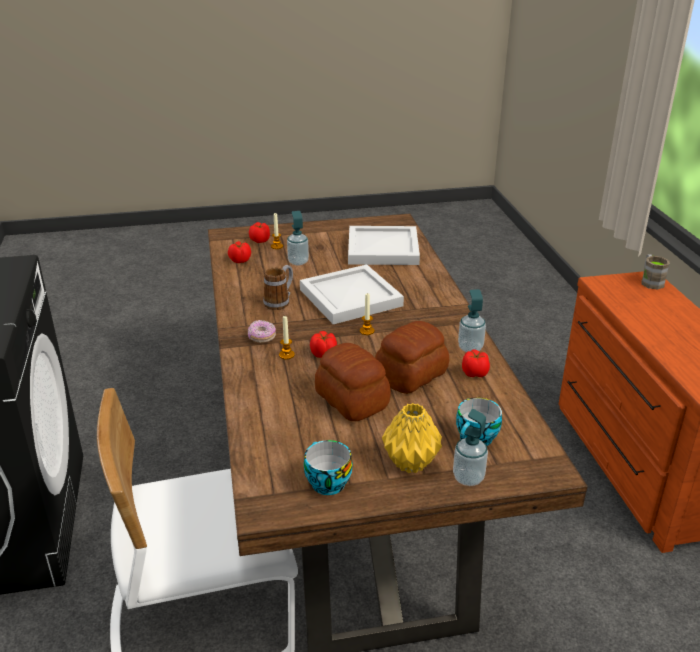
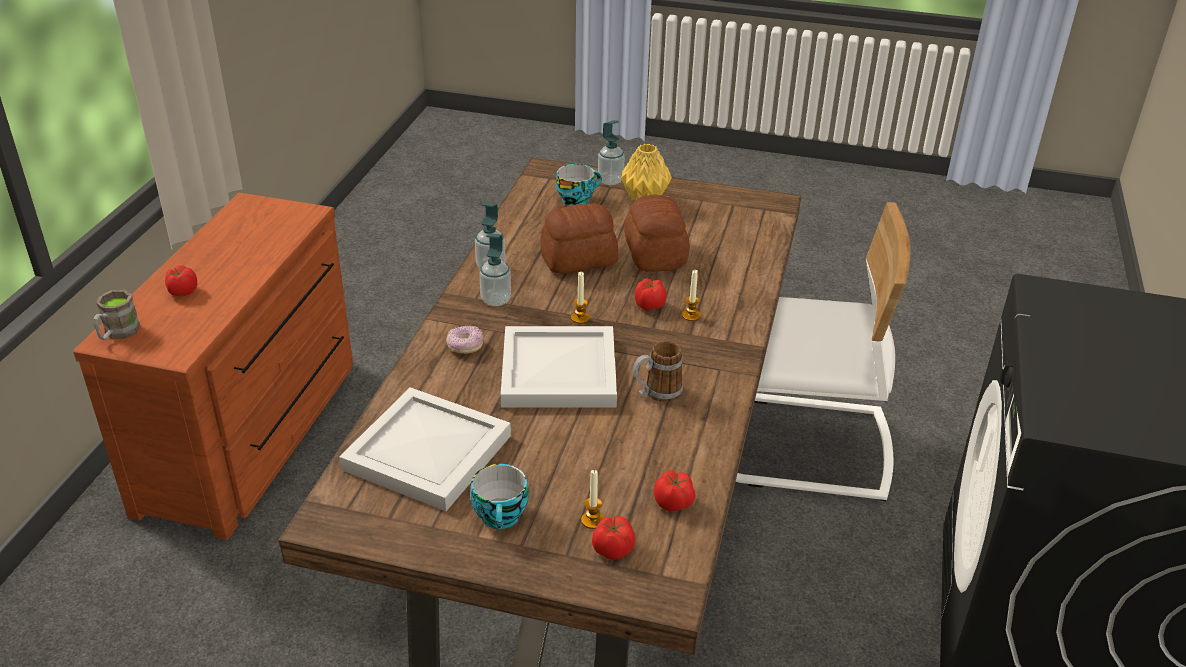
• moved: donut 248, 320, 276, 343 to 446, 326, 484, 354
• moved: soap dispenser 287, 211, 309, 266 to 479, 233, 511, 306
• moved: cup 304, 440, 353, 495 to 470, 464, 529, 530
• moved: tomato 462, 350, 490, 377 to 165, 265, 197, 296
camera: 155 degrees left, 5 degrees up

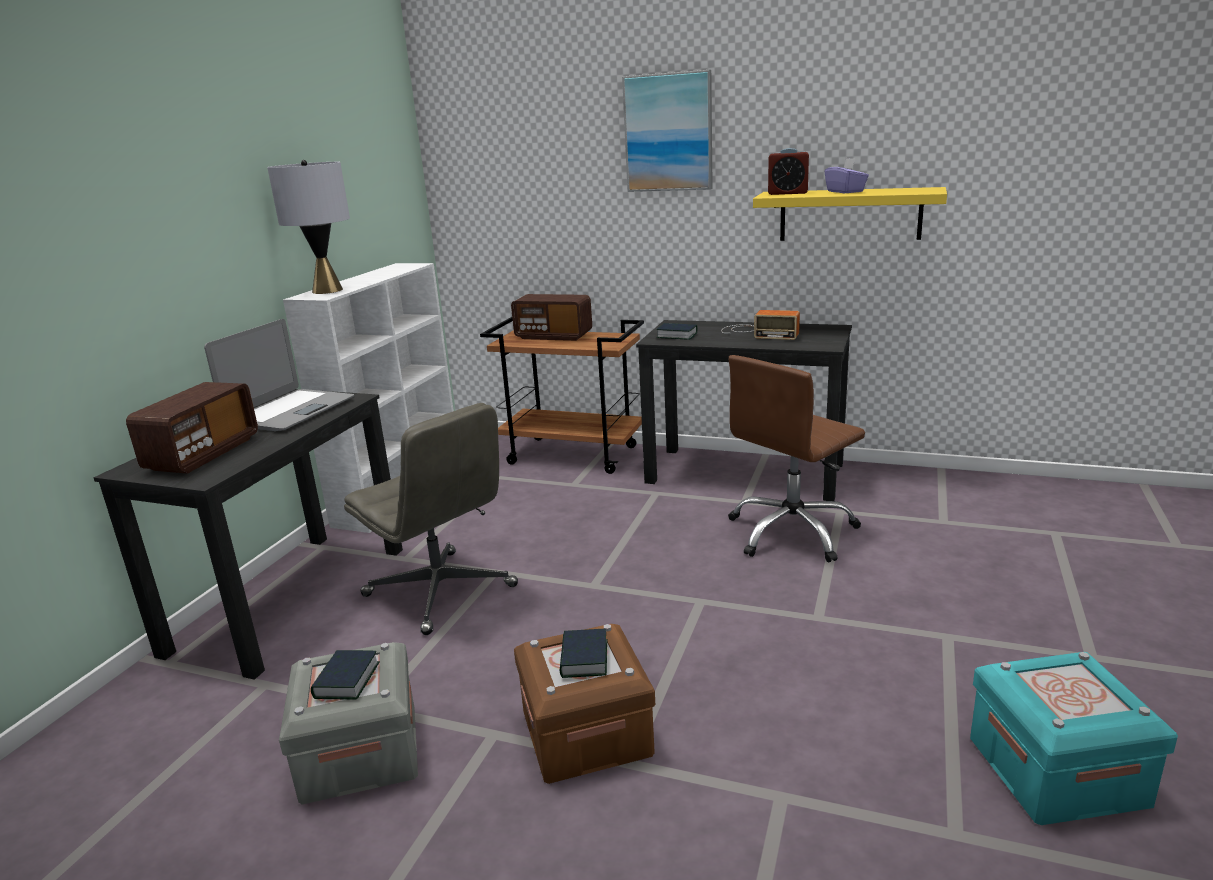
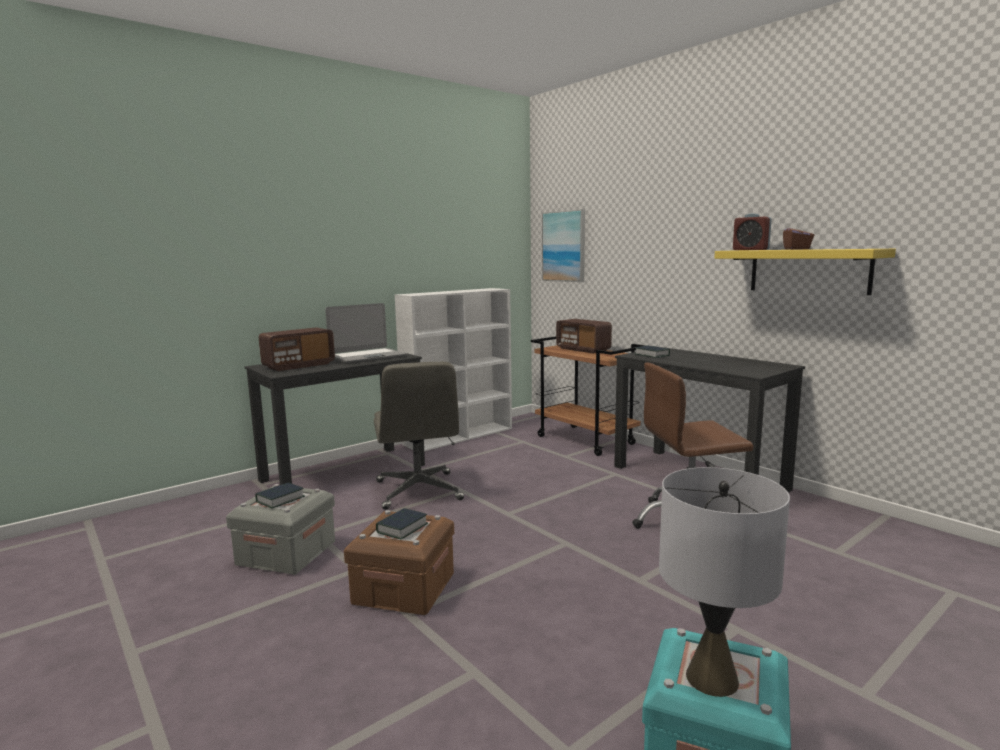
• moved: table lamp (grey) 267, 160, 350, 294 to 659, 467, 790, 697
• moved: picture 622, 70, 713, 192 to 542, 209, 585, 282
• removed: radio 721, 310, 800, 340
• recoloured: tissue box (purple) 824, 158, 869, 193 to tissue box (brown) 783, 221, 814, 250
camera: 30 degrees right, 10 degrees down

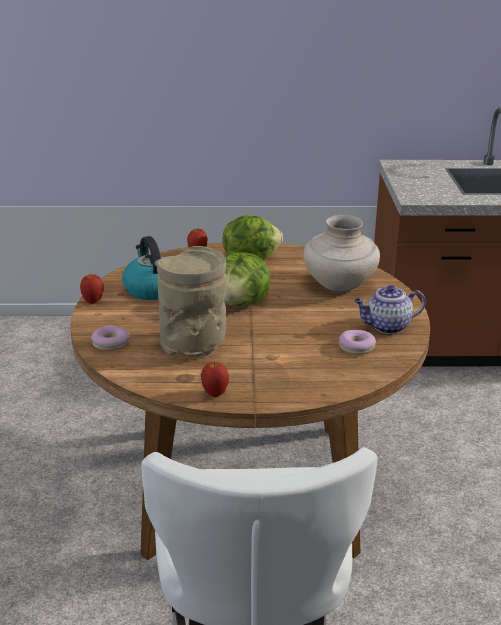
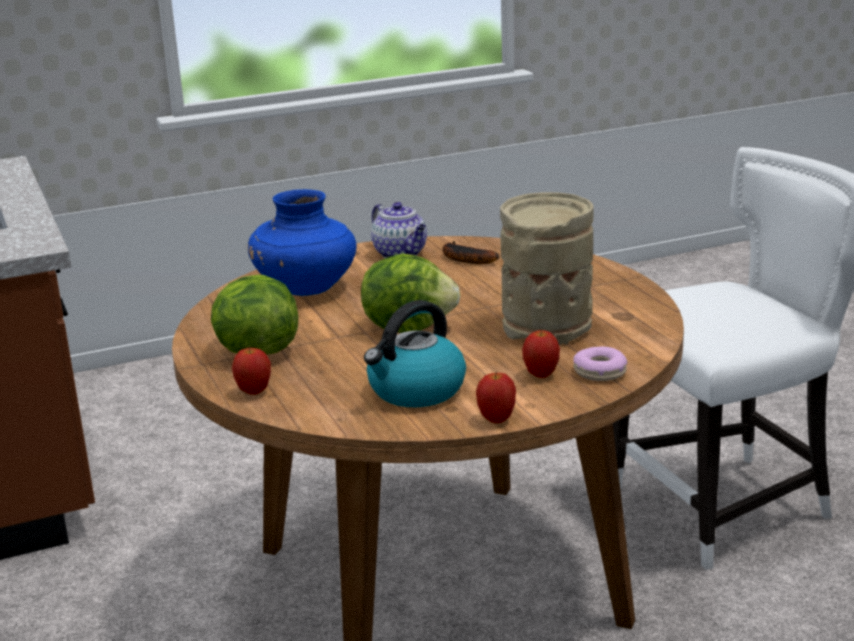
• moved: apple 201, 362, 229, 397 to 522, 329, 560, 378
• recoloured: vase (beige) 303, 215, 380, 291 to vase (blue) 248, 189, 357, 296
• replaced: donut 339, 330, 376, 355 to banana 443, 241, 499, 264
camera: 110 degrees left, 5 degrees down

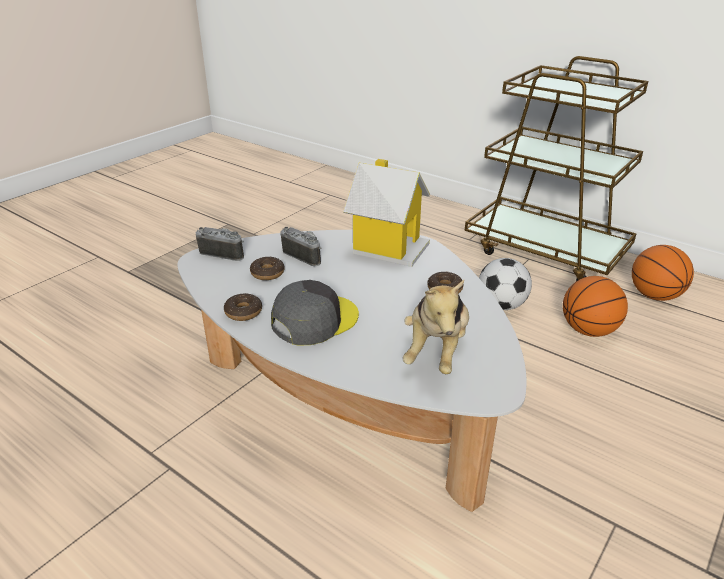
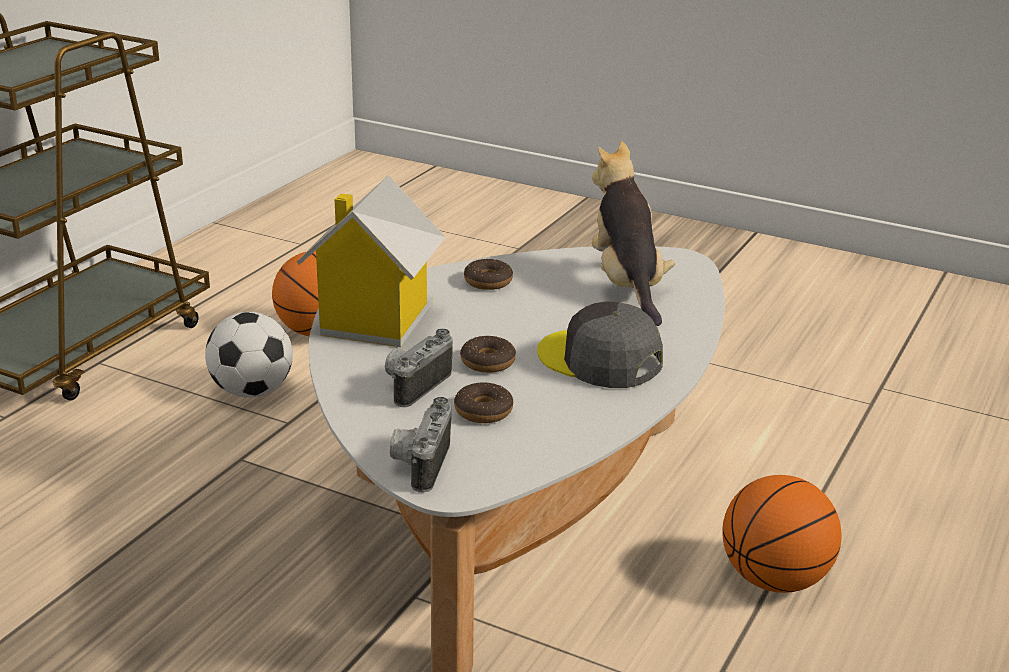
• moved: donut 224, 293, 262, 321 to 460, 336, 516, 373
• turned: plush toy 402, 280, 469, 374 = 592, 141, 675, 326 105 degrees counterclockwise
• moved: basketball 632, 245, 694, 301 to 722, 475, 841, 593
camera: 100 degrees left, 5 degrees down

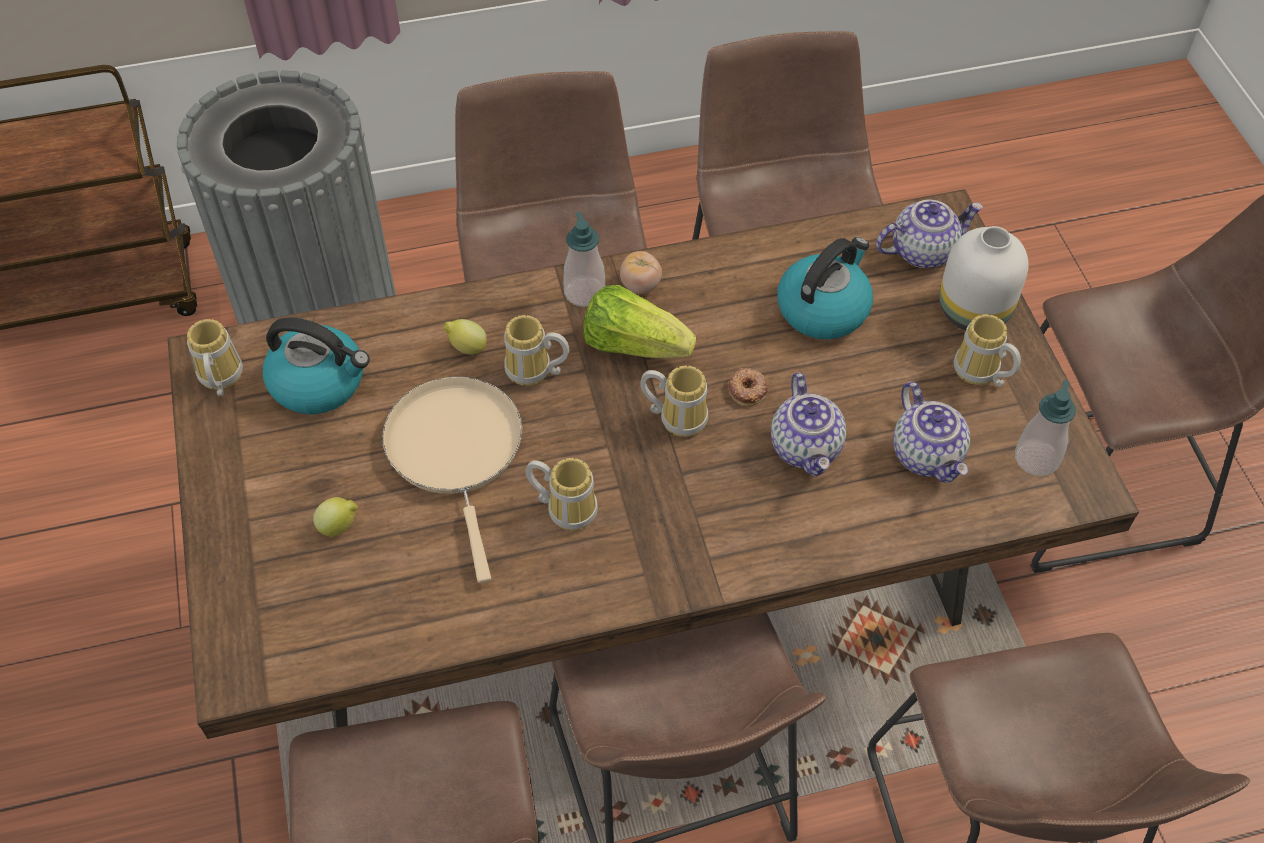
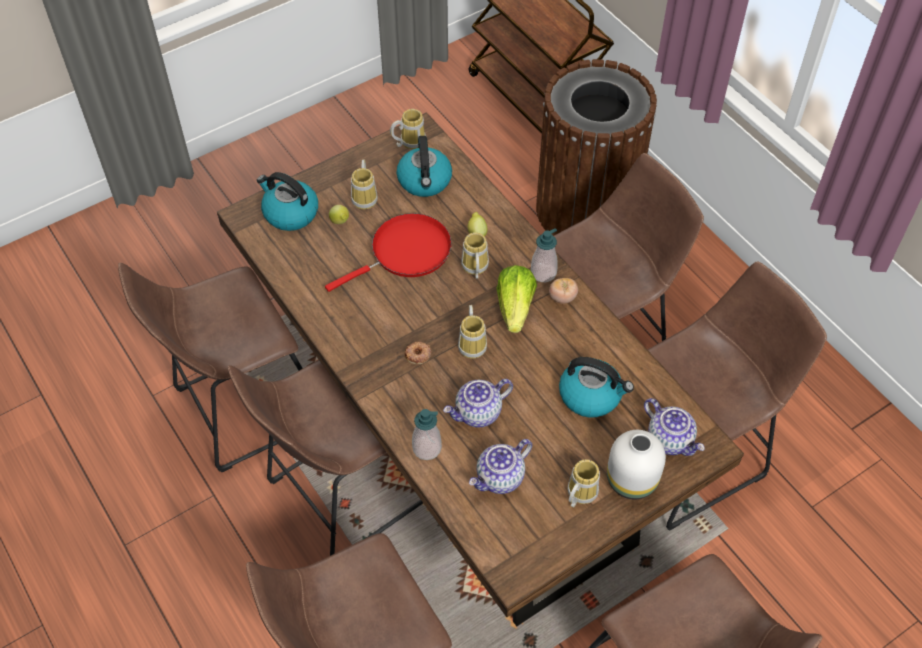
• recoloured: trash can (grey) 177, 70, 396, 324 to trash can (brown) 536, 59, 657, 236
• recoloured: frying pan (beige) 382, 376, 522, 583 to frying pan (red) 325, 213, 452, 292
• moved: mug 525, 458, 598, 531 to 351, 159, 378, 209
• moved: donut 729, 368, 769, 406 to 404, 342, 432, 364
• moved: soap dispenser 1015, 380, 1076, 476 to 412, 409, 442, 460
• added: kettle 257, 172, 318, 231
camera: 70 degrees right, 0 degrees up

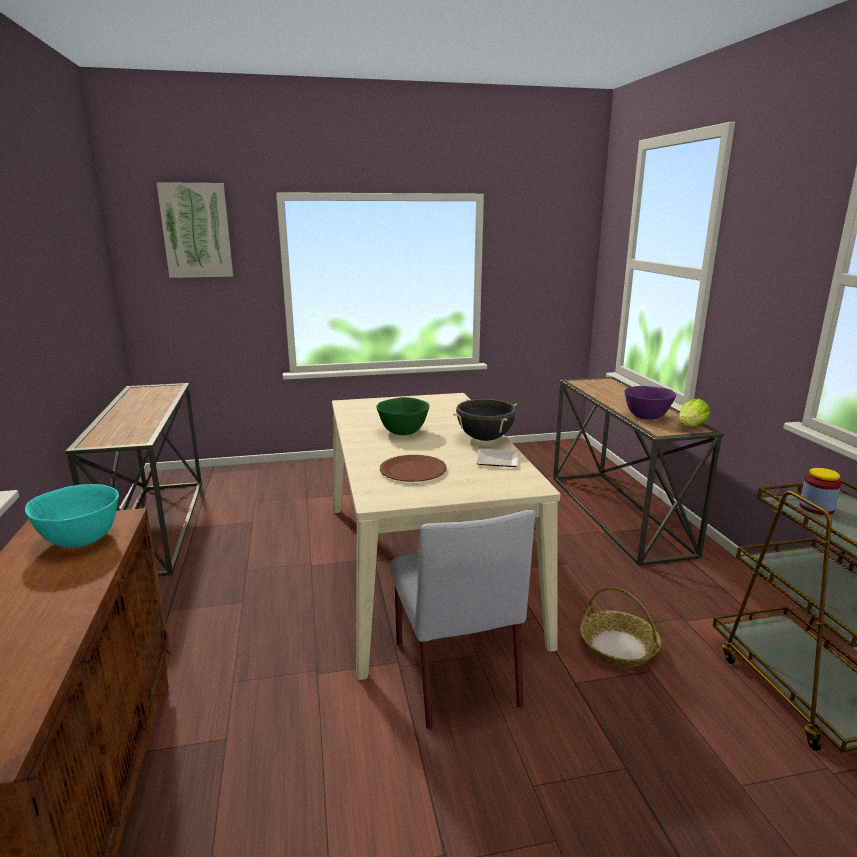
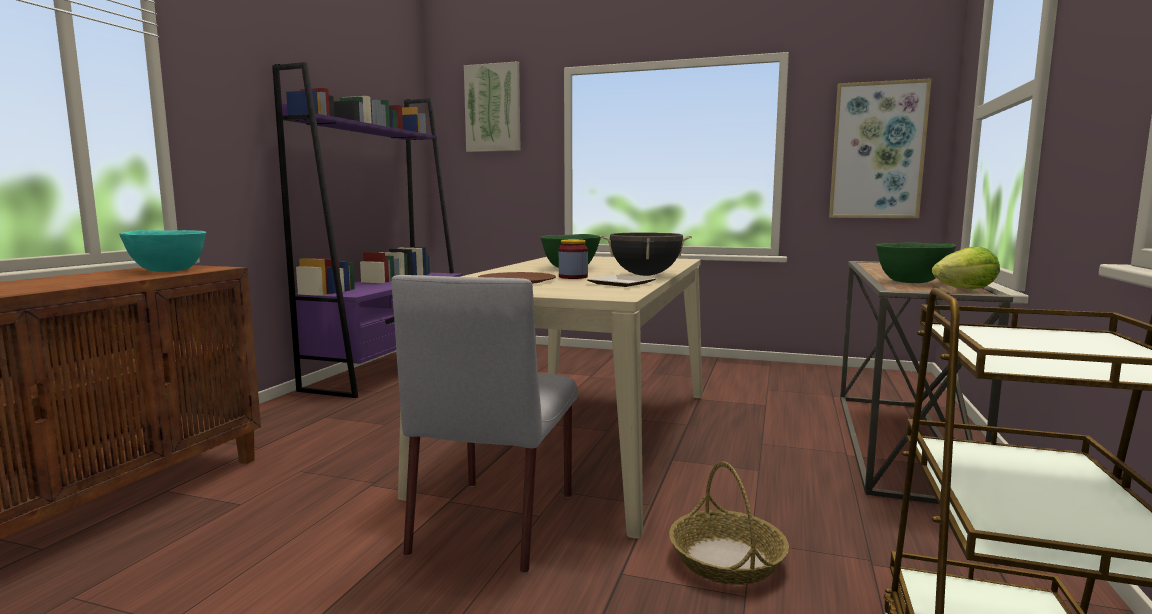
• replaced: console table 65, 383, 202, 577 to bookcase (purple) 272, 62, 463, 398
• recoloured: bowl (purple) 624, 386, 676, 420 to bowl (green) 876, 243, 956, 283
• moved: jar 799, 468, 841, 515 to 559, 239, 588, 279
• added: picture 829, 78, 932, 218
camera: 30 degrees right, 10 degrees down

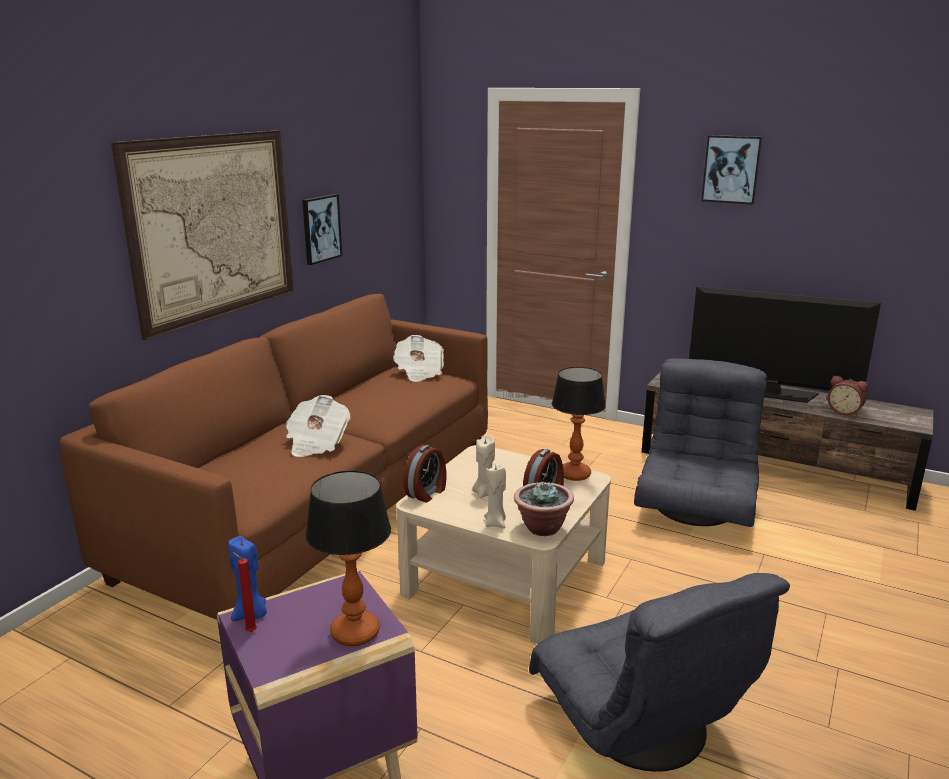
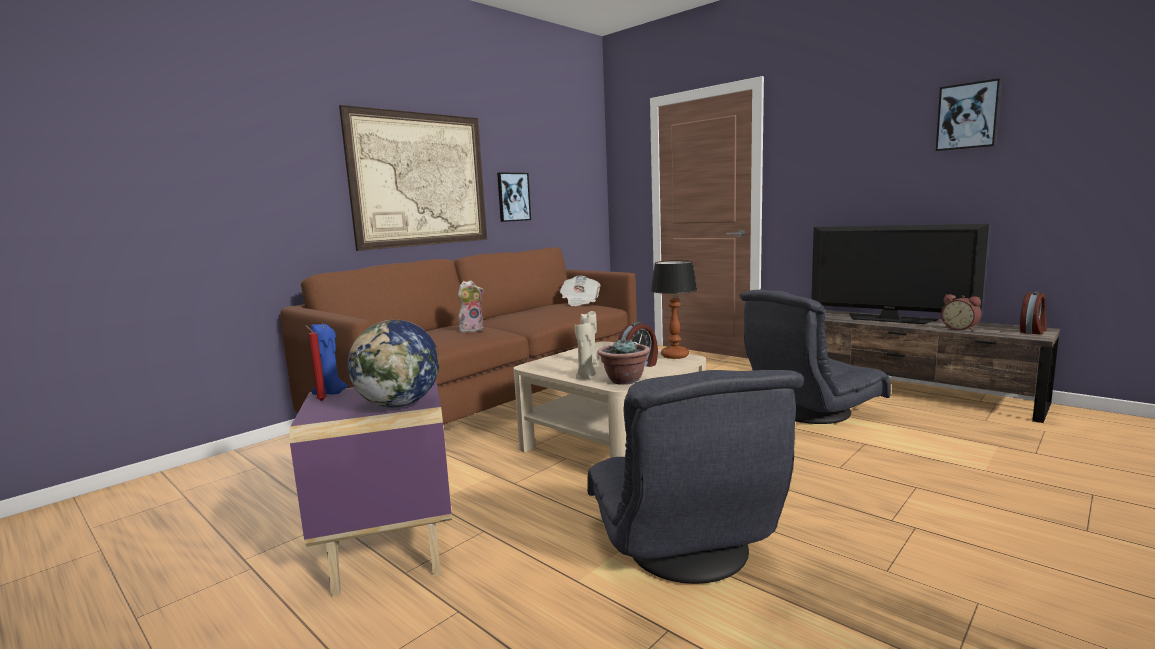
• replaced: newspaper 286, 395, 351, 457 to plush toy 458, 280, 484, 332
• replaced: table lamp 306, 471, 391, 646 to globe 348, 320, 439, 408
• moved: alarm clock 403, 445, 447, 502 to 1020, 291, 1047, 335
• turned: armchair (grey) 634, 358, 768, 527 = 739, 290, 891, 424 150 degrees counterclockwise
• moved: picture 701, 135, 762, 205 to 936, 78, 1000, 151
camera: 15 degrees right, 10 degrees down

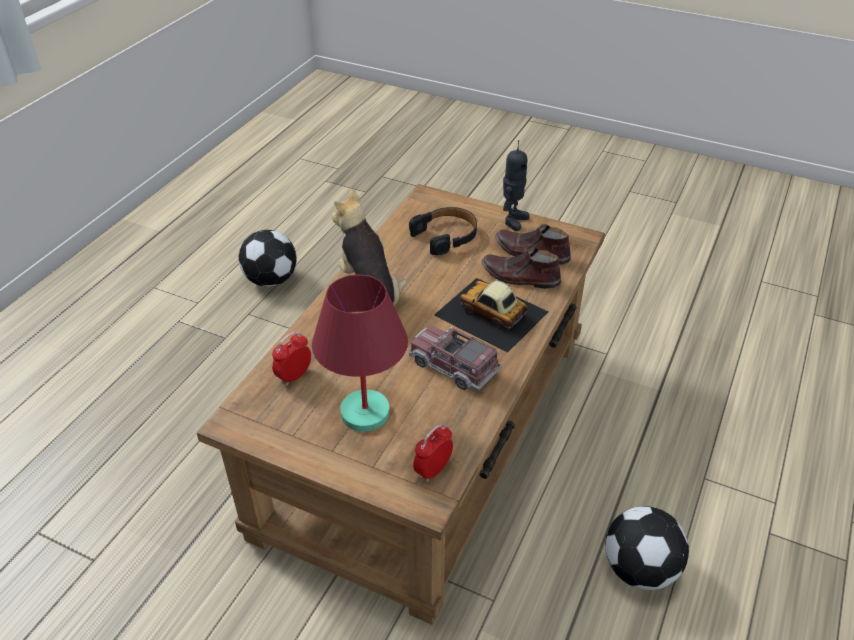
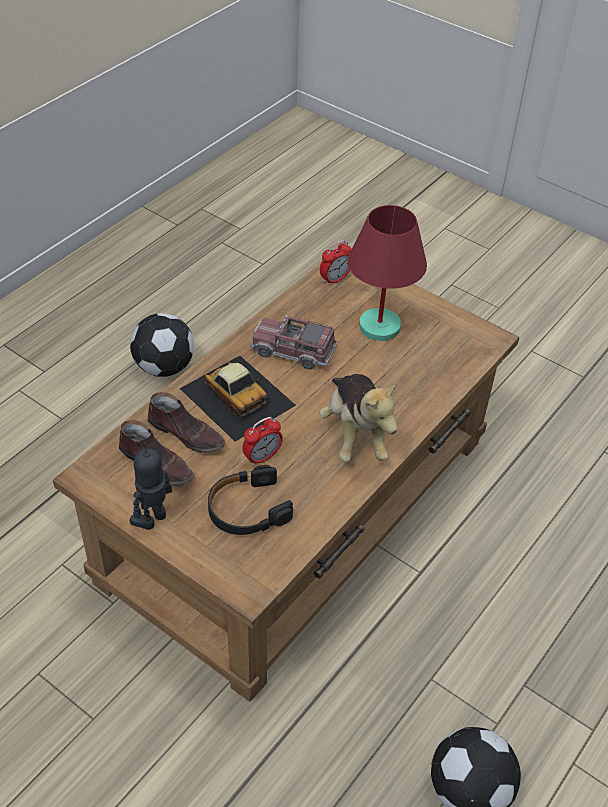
• moved: alarm clock 272, 332, 311, 386 to 242, 417, 283, 466
• turned: toy truck 409, 325, 502, 390 = 250, 315, 338, 370 150 degrees clockwise
camera: 170 degrees left, 5 degrees up

